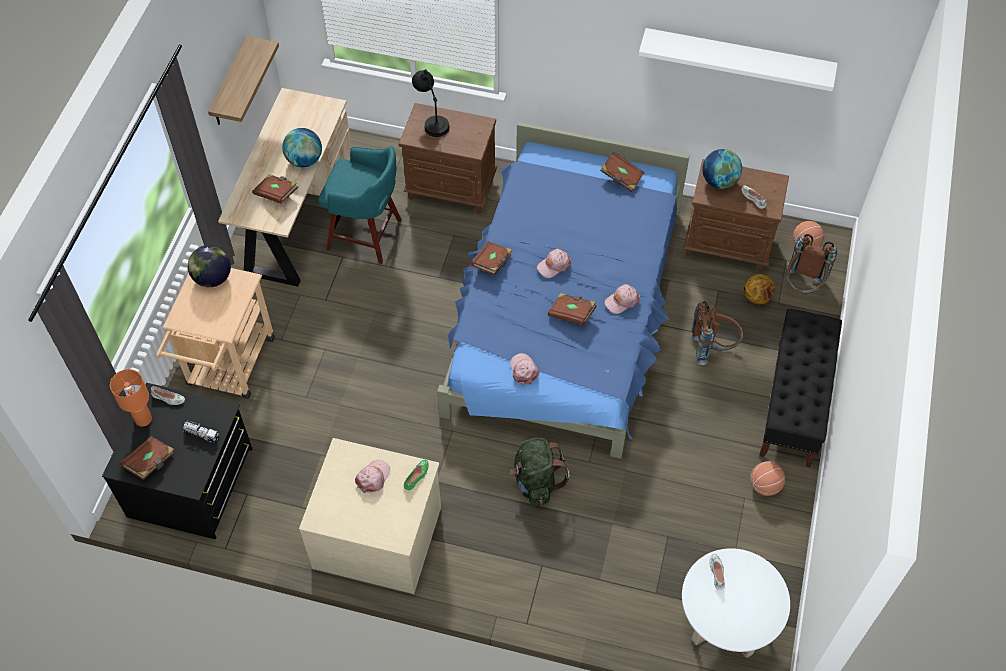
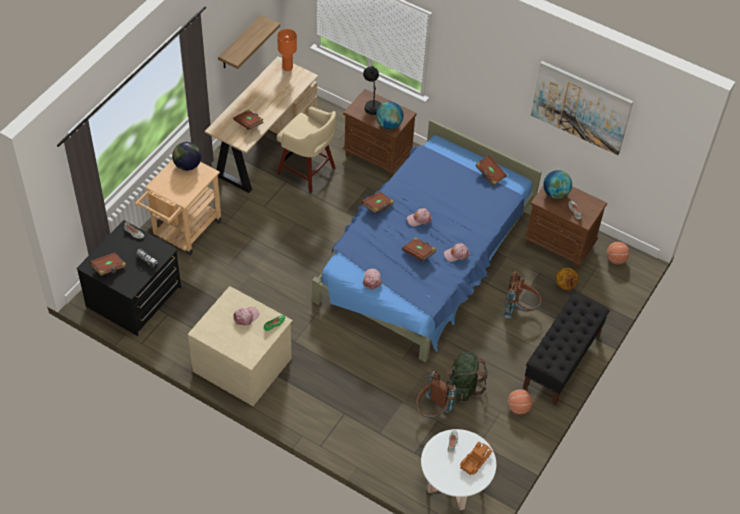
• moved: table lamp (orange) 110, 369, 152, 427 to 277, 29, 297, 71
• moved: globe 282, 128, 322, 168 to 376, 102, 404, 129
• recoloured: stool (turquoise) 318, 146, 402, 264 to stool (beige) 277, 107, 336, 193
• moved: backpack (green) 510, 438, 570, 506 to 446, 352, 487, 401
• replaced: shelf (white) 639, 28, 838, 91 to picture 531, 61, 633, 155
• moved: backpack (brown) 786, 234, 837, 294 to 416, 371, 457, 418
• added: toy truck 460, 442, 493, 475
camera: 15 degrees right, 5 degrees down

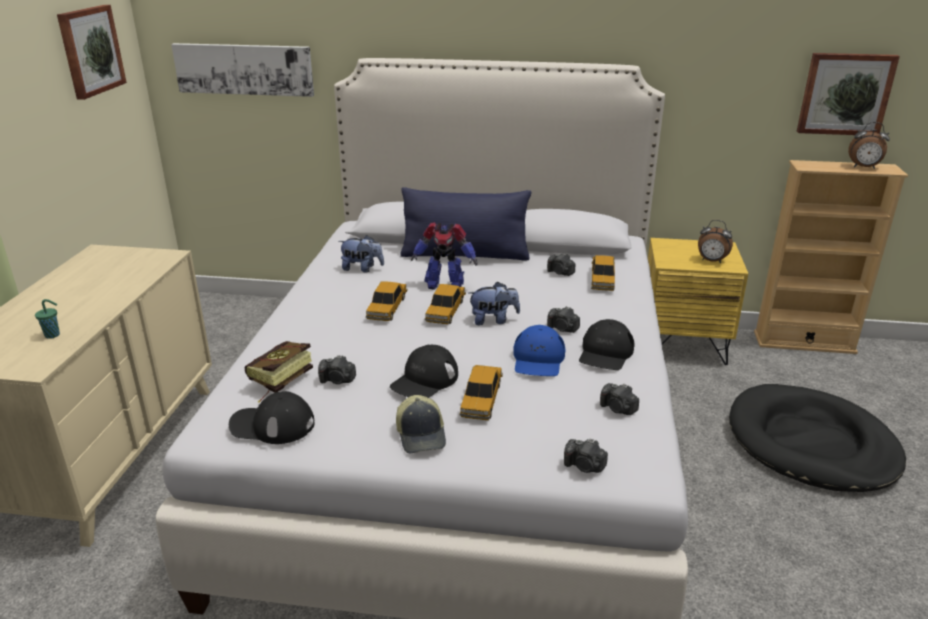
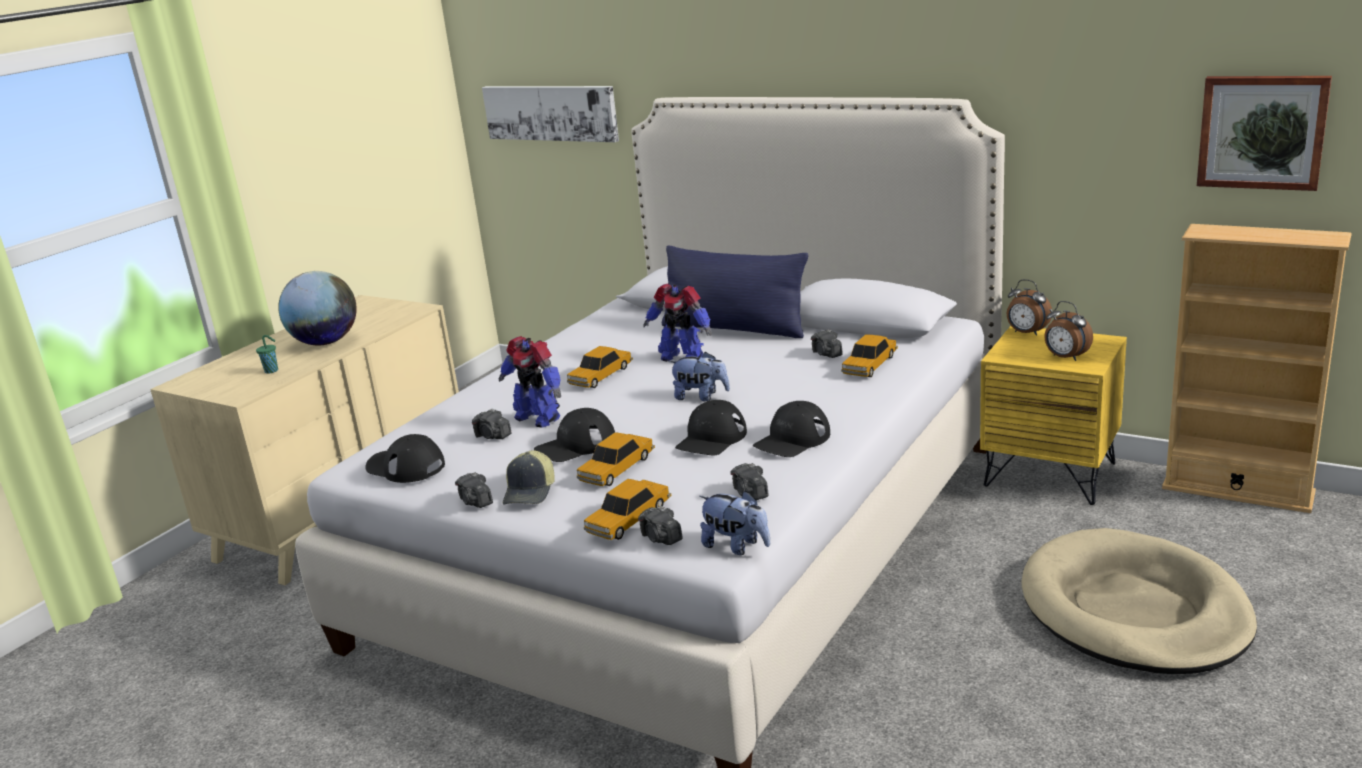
• removed: picture 57, 5, 127, 100
• removed: book 244, 341, 313, 403
• moved: plush toy 339, 235, 384, 273 to 699, 491, 771, 555
• moved: toy car 425, 284, 466, 324 to 584, 479, 671, 540
• recoloured: cap (blue) 513, 325, 565, 376 to cap (black) 675, 400, 747, 455
• moved: photo camera 547, 306, 580, 333 to 455, 472, 493, 508
• recoloured: dog bed (black) 729, 384, 906, 492 to dog bed (beige) 1021, 528, 1257, 674
• moved: alarm clock 848, 122, 890, 169 to 1007, 279, 1052, 336
• added: globe 278, 271, 357, 346
• added: toy robot 499, 336, 561, 428
camera: 25 degrees right, 5 degrees down

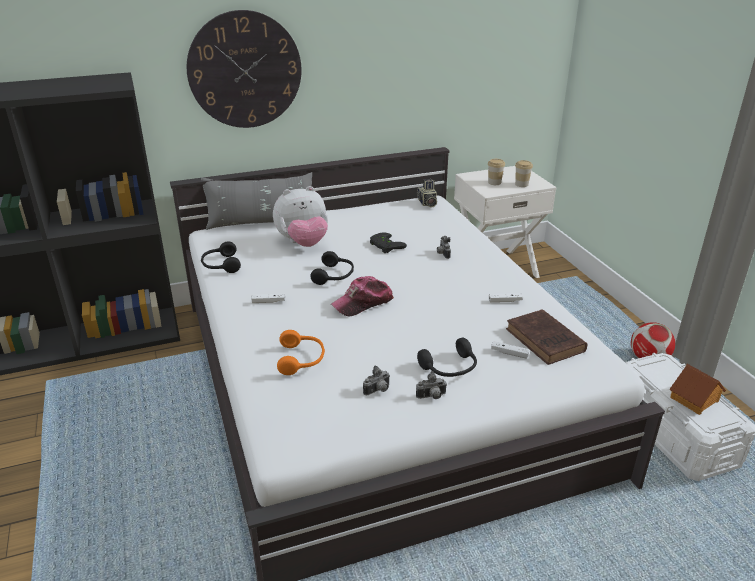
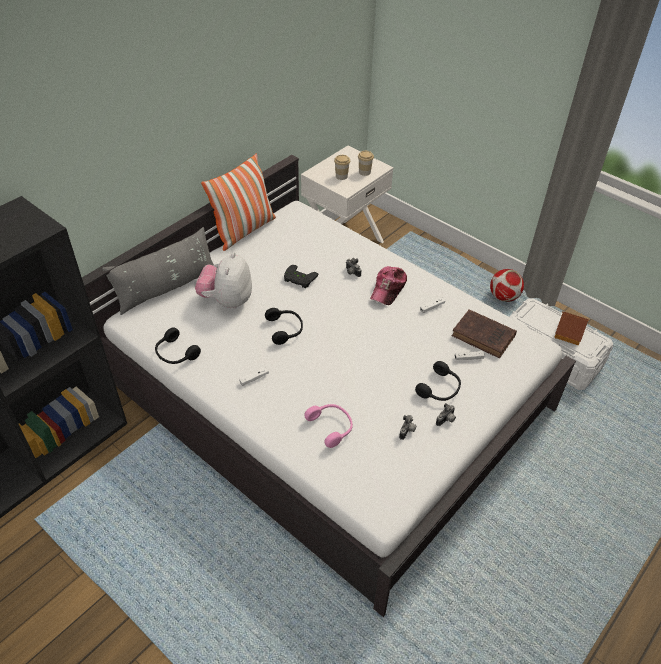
• removed: wall clock 187, 10, 302, 128
• turned: plush toy 273, 186, 328, 247 = 195, 252, 252, 309 150 degrees clockwise
• recoloured: headphones (orange) 277, 330, 325, 375 to headphones (pink) 304, 404, 353, 448
• moved: cap 331, 276, 394, 316 to 370, 266, 407, 305
• removed: photo camera 417, 179, 437, 208
• added: pillow 201, 154, 276, 251
camera: 30 degrees left, 15 degrees up

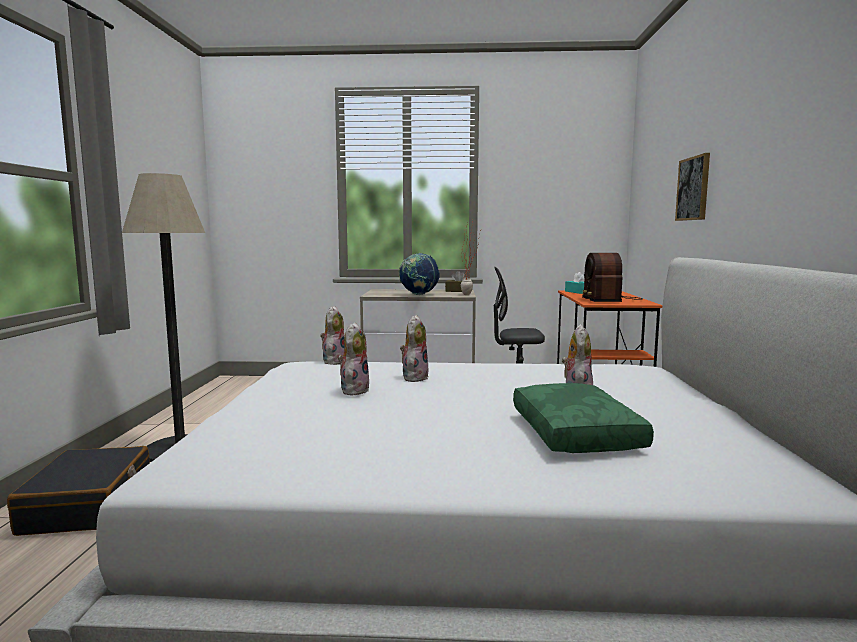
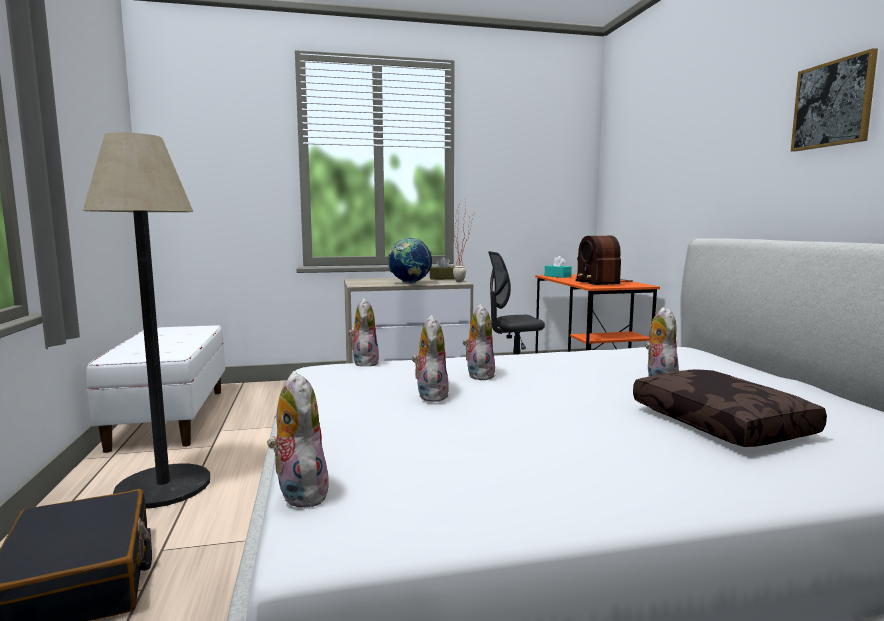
• recoloured: pillow (green) 513, 383, 654, 453 to pillow (brown) 633, 369, 827, 447
• moved: picture 675, 153, 710, 221 to 791, 48, 878, 152
• added: bench (white) 86, 325, 225, 453
• added: plush toy 267, 371, 329, 508
camera: 15 degrees left, 0 degrees up

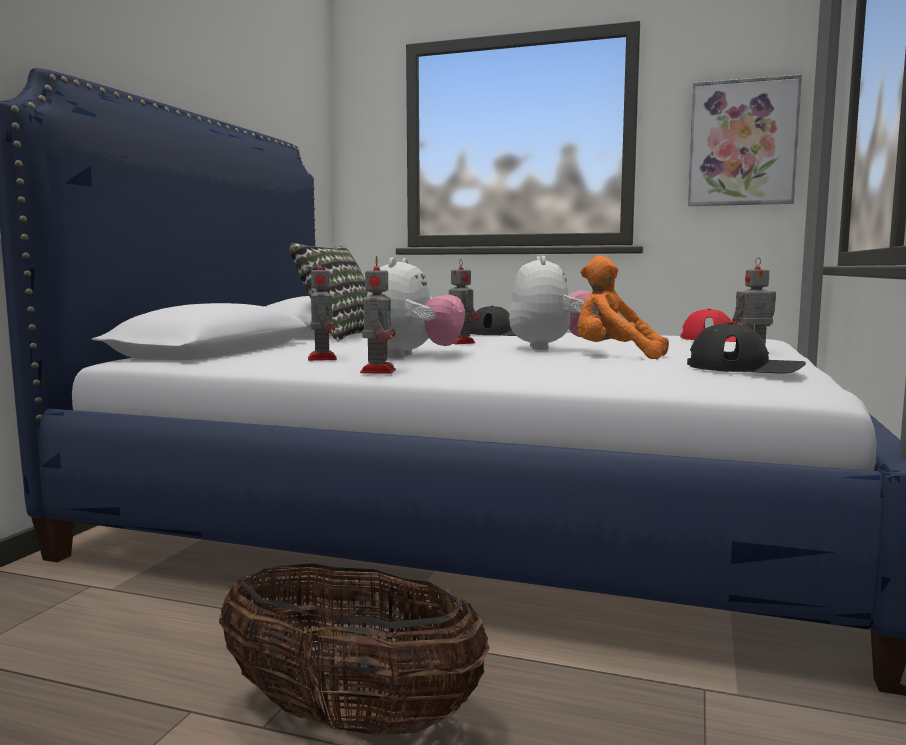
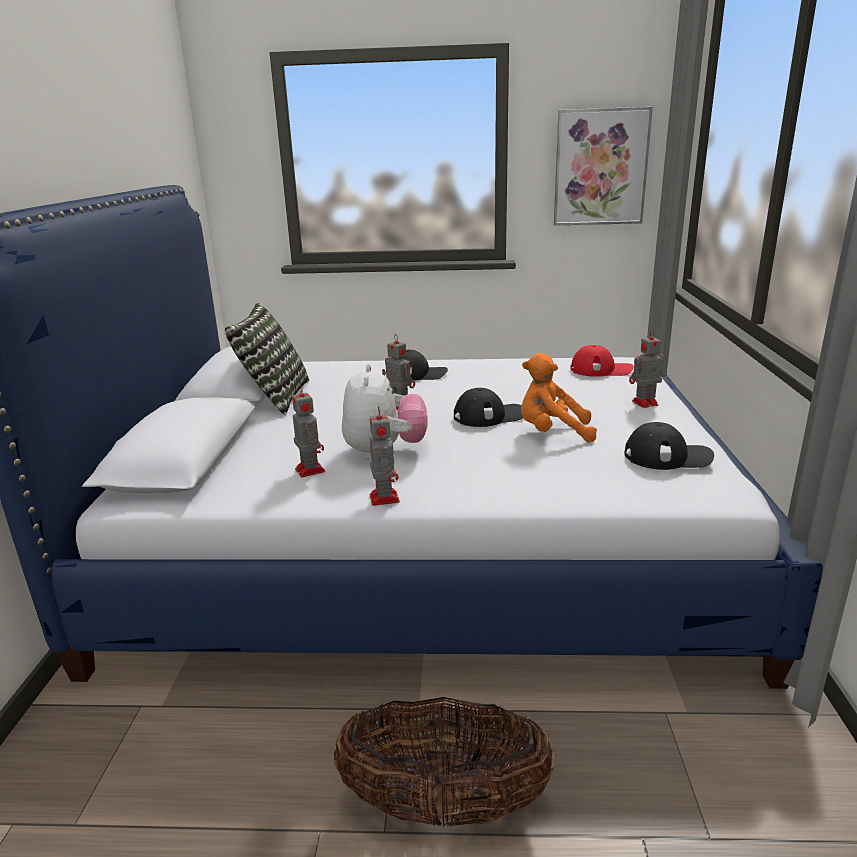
• replaced: plush toy 509, 256, 592, 350 to cap (black) 454, 388, 523, 427
camera: 15 degrees left, 15 degrees up

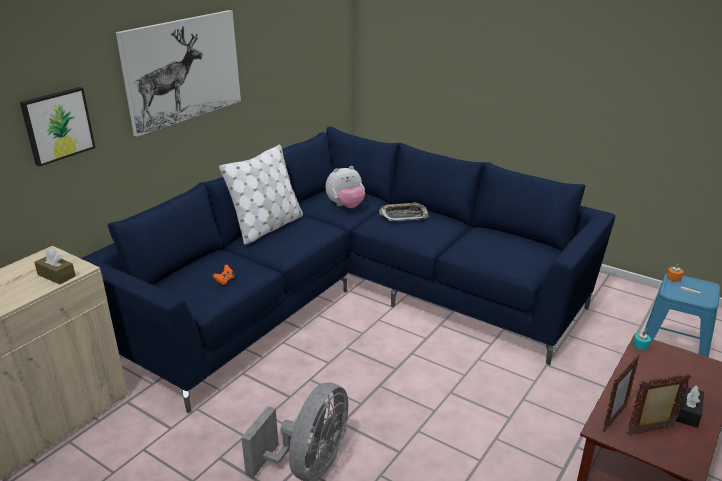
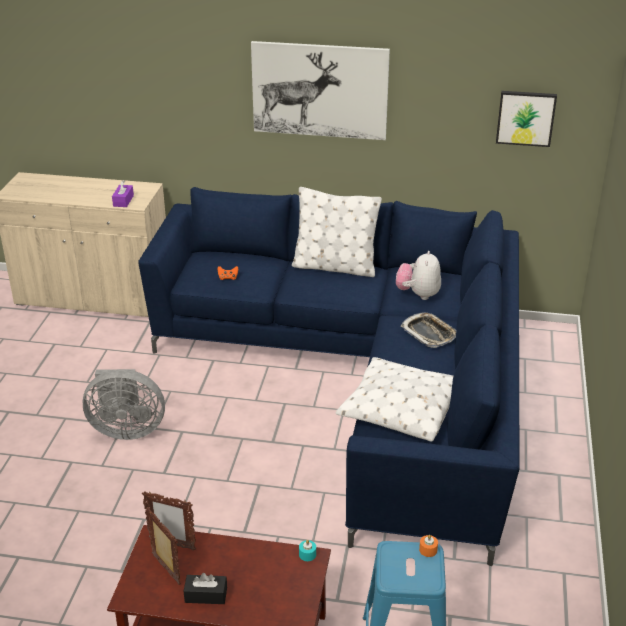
• moved: picture 20, 87, 95, 167 to 496, 91, 557, 147
• recoloured: tissue box (brown) 34, 249, 76, 284 to tissue box (purple) 112, 180, 134, 207
• turned: plush toy 326, 166, 365, 208 = 396, 251, 441, 300 60 degrees clockwise
• added: pillow (white) 335, 357, 453, 442
camera: 65 degrees right, 5 degrees up

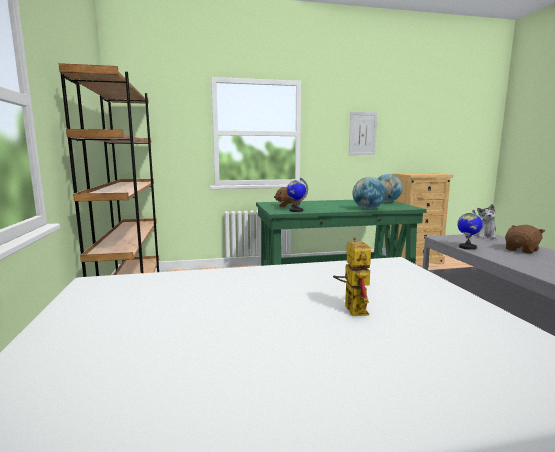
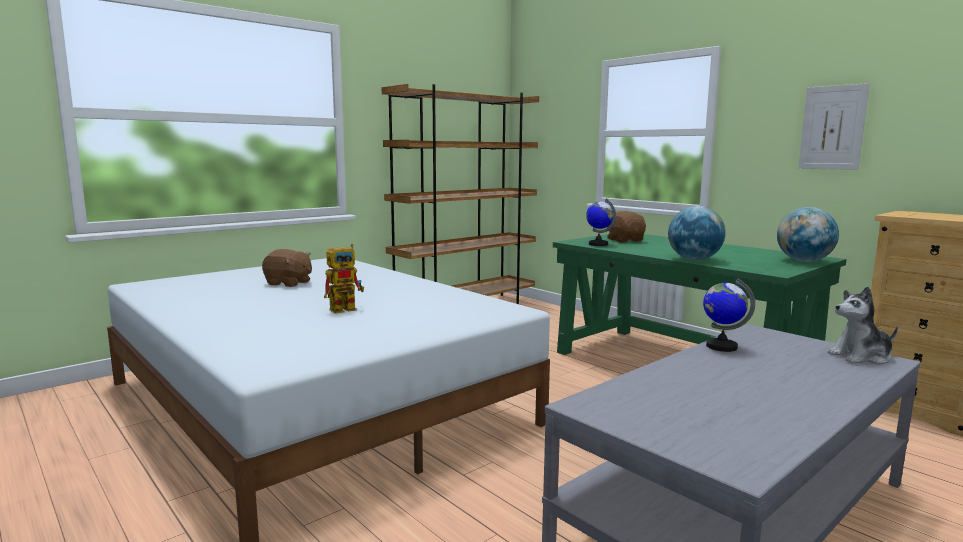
• moved: plush toy (brown) 505, 225, 545, 254 to 262, 249, 312, 287
camera: 60 degrees right, 0 degrees up

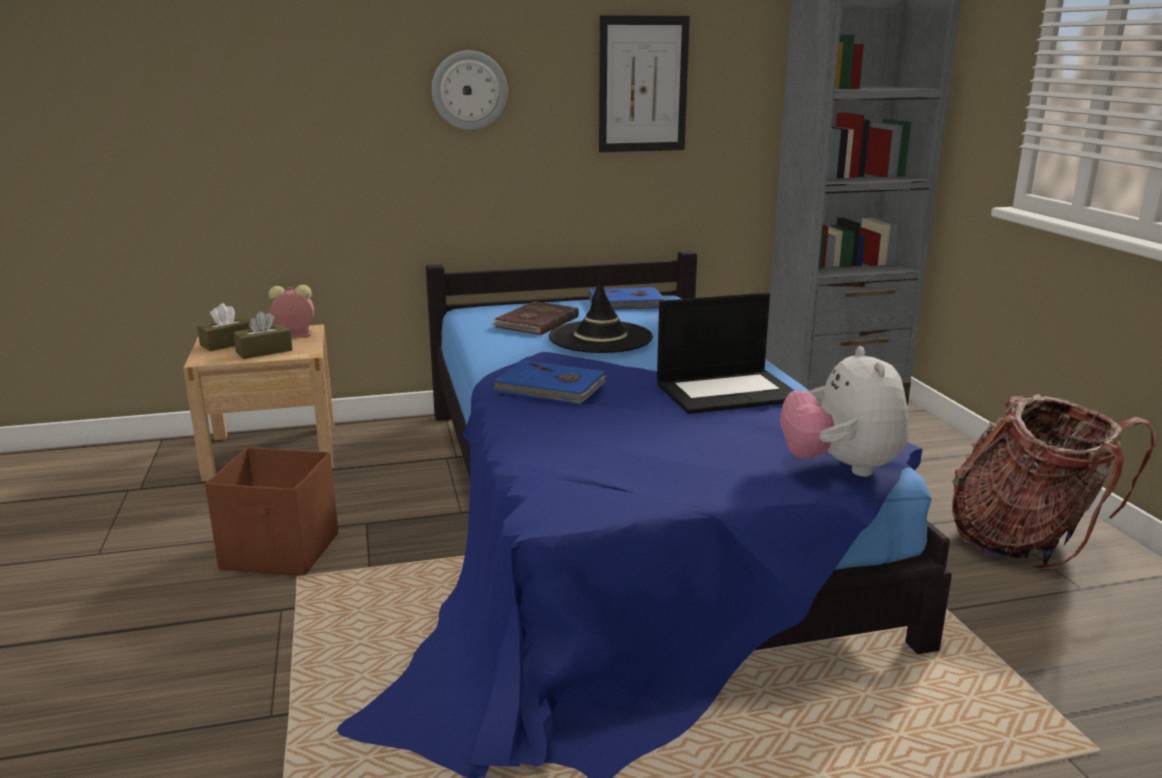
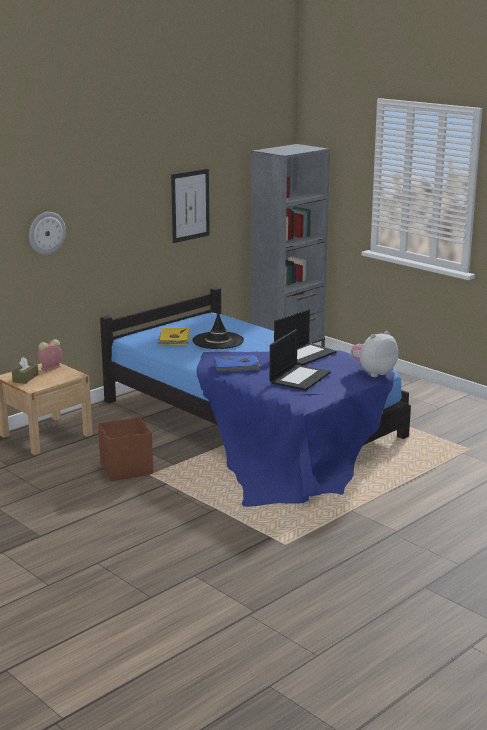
• removed: tissue box (brown) 233, 311, 293, 359
• moved: wall clock 432, 50, 508, 130 to 29, 212, 66, 255
• recoloured: book (brown) 492, 301, 579, 335 to book (yellow) 157, 328, 190, 345
• removed: book (blue) 589, 287, 665, 310
• turned: plush toy 780, 346, 908, 477 = 351, 331, 398, 377 90 degrees clockwise
• removed: backpack 952, 394, 1156, 570
• added: laptop 270, 329, 331, 391
camera: 30 degrees left, 0 degrees up

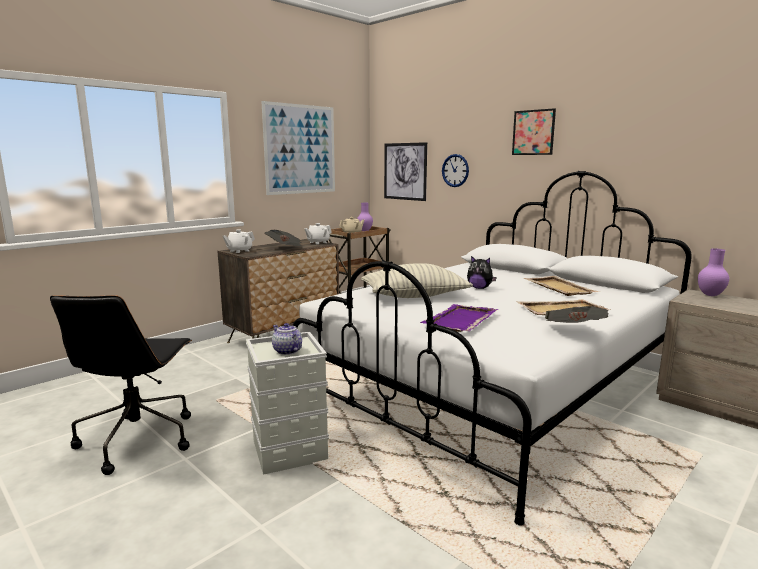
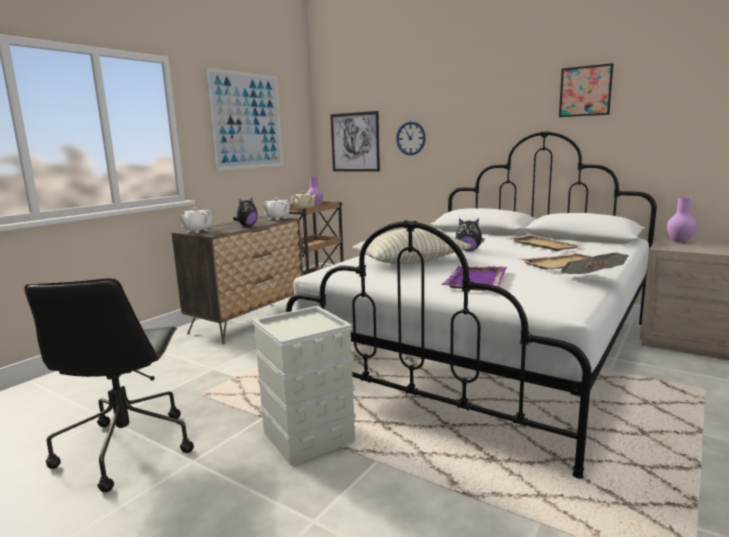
• replaced: newspaper 265, 230, 302, 246 to plush toy 233, 197, 258, 226
• removed: teapot 272, 323, 302, 355
• moved: picture 512, 108, 556, 155 to 559, 63, 614, 117
camera: 10 degrees left, 0 degrees up

